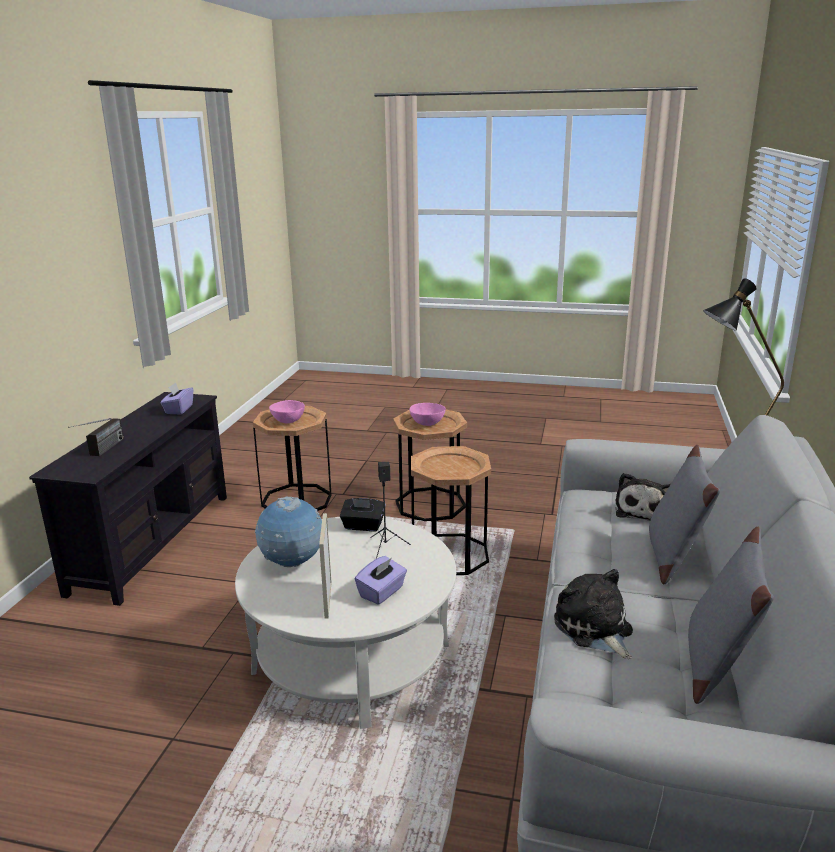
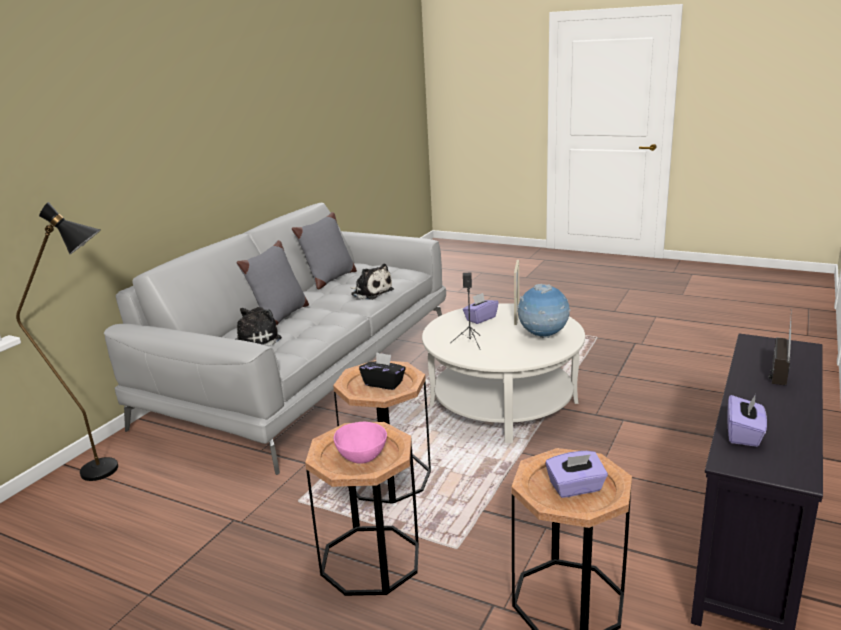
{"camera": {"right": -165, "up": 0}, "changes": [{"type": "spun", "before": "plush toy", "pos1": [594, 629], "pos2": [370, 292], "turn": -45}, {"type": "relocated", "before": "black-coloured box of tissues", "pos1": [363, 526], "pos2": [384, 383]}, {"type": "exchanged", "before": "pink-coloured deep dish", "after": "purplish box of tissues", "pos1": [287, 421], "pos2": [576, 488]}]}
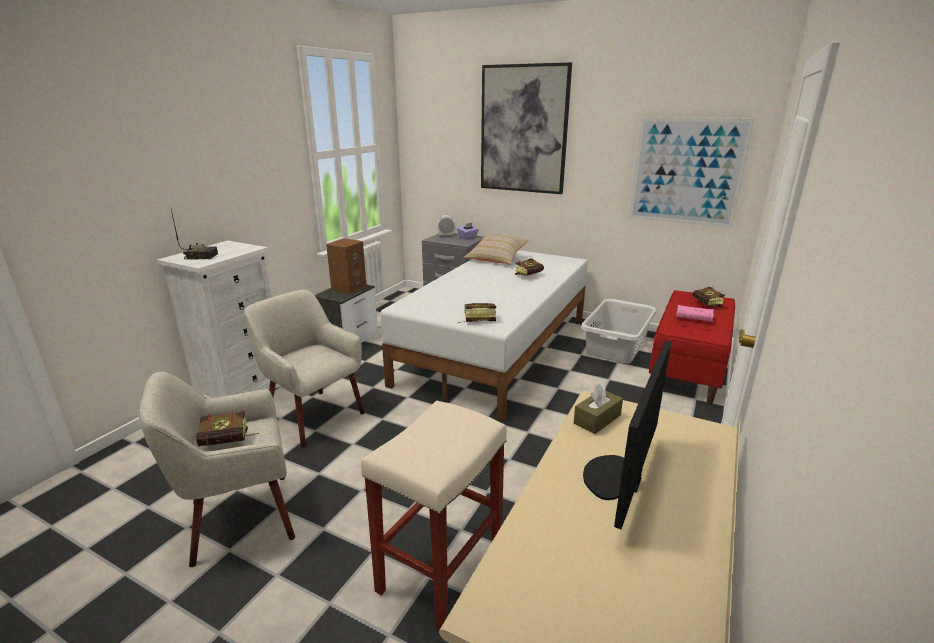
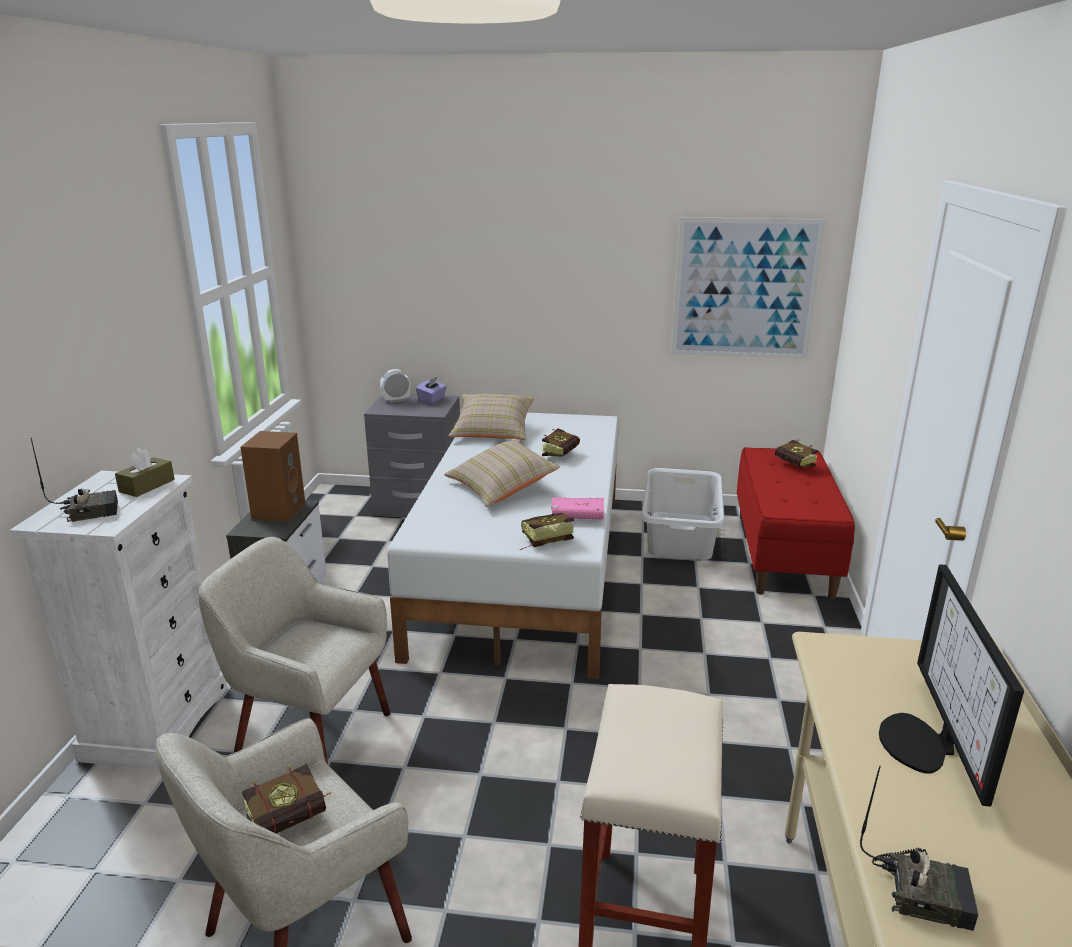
{"camera": {"right": -20, "up": 0}, "changes": [{"type": "relocated", "before": "brown box of tissues", "pos1": [597, 419], "pos2": [147, 486]}, {"type": "appeared", "after": "beige cushion", "pos2": [501, 488]}, {"type": "relocated", "before": "pink-coloured volume", "pos1": [693, 318], "pos2": [577, 516]}, {"type": "appeared", "after": "radio receiver", "pos2": [923, 892]}, {"type": "missing", "before": "wall art", "pos1": [523, 130]}]}
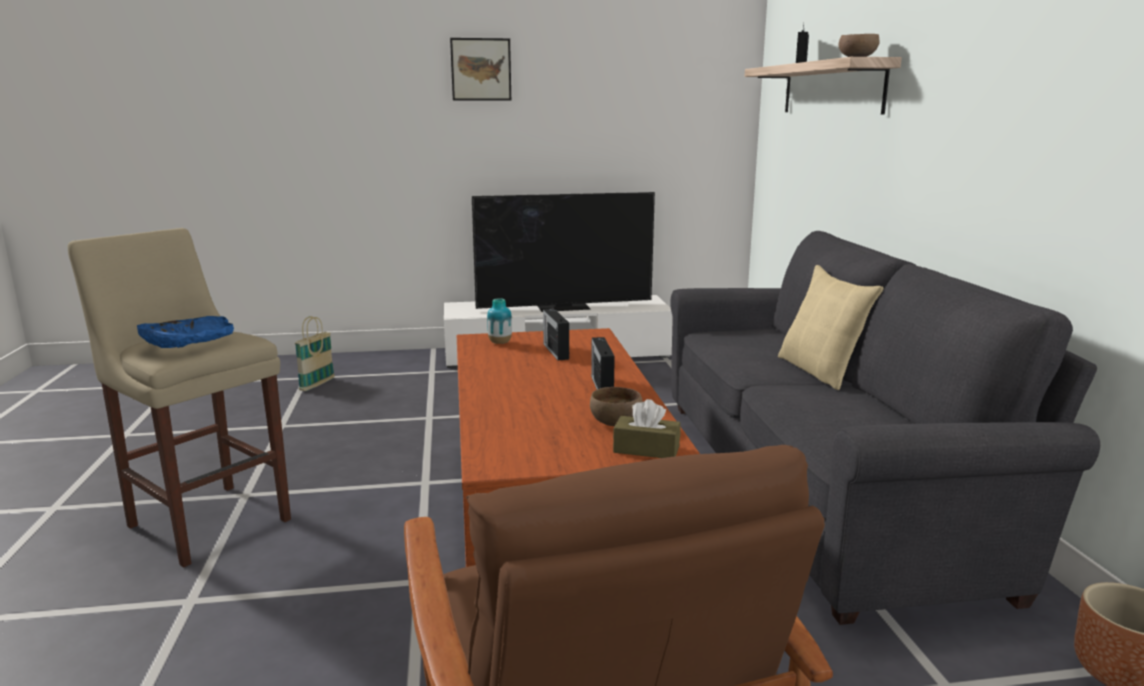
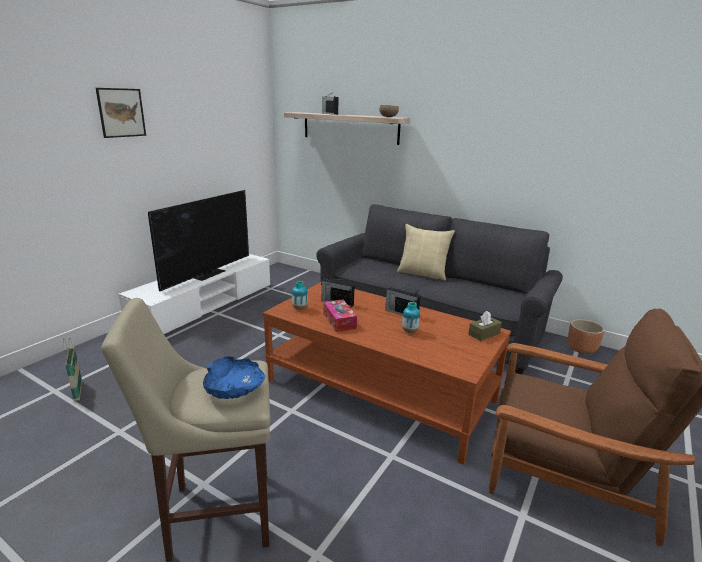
{"camera": {"right": -50, "up": 5}, "changes": [{"type": "appeared", "after": "box of tissues", "pos2": [339, 321]}, {"type": "appeared", "after": "decorative vase", "pos2": [410, 331]}, {"type": "missing", "before": "brown deep dish", "pos1": [615, 422]}]}
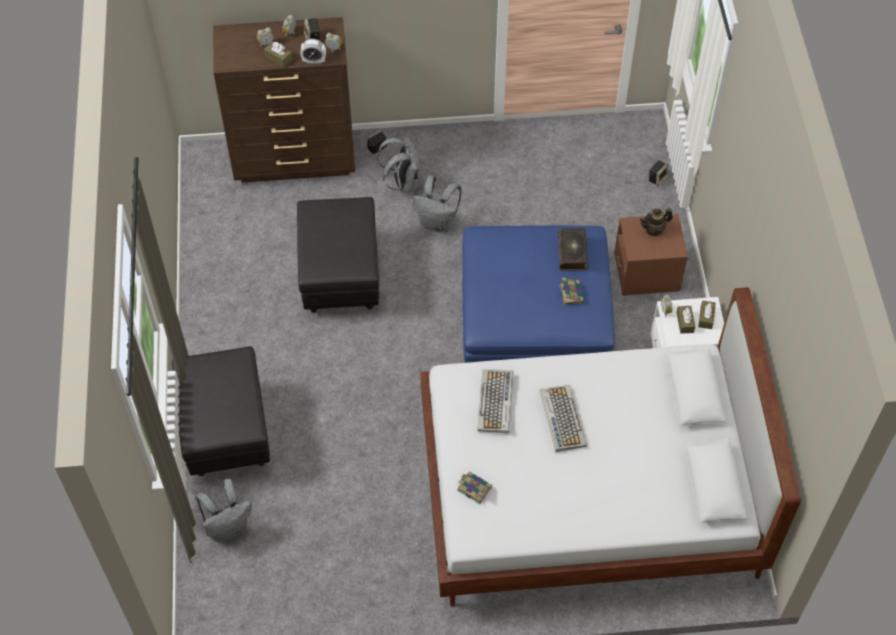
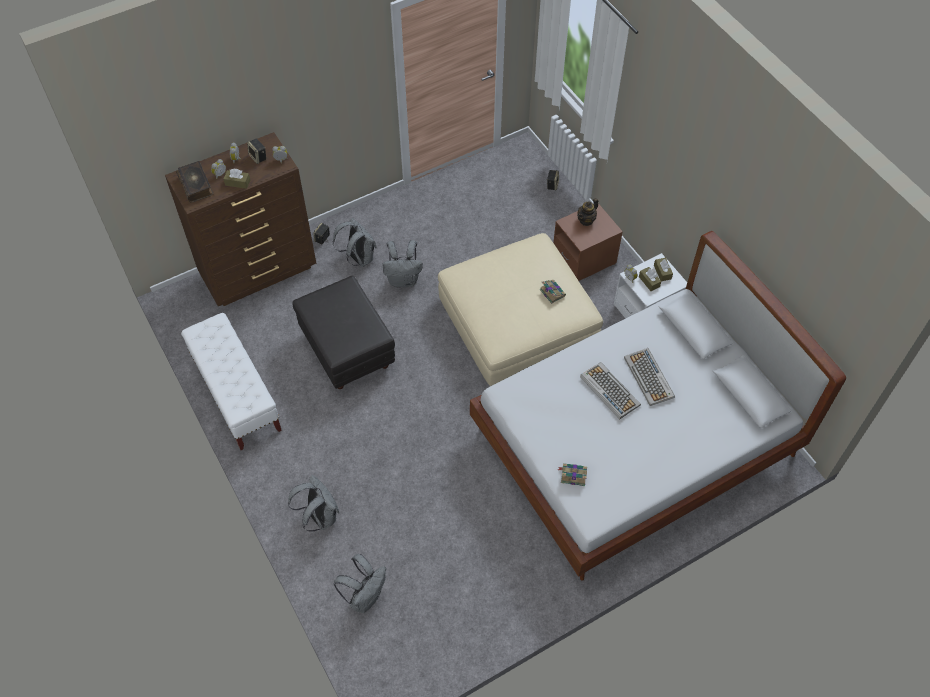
{"camera": {"right": -25, "up": 0}, "changes": [{"type": "relocated", "before": "volume", "pos1": [573, 253], "pos2": [196, 185]}, {"type": "appeared", "after": "white-coloured long seat", "pos2": [236, 395]}, {"type": "exchanged", "before": "black-coloured footrest", "after": "grey rucksack", "pos1": [225, 431], "pos2": [320, 516]}, {"type": "colour", "before": "blue-coloured footrest", "after": "beige footrest", "pos1": [534, 313], "pos2": [517, 321]}, {"type": "relocated", "before": "keyboard", "pos1": [496, 402], "pos2": [649, 378]}, {"type": "missing", "before": "table clock", "pos1": [314, 61]}]}
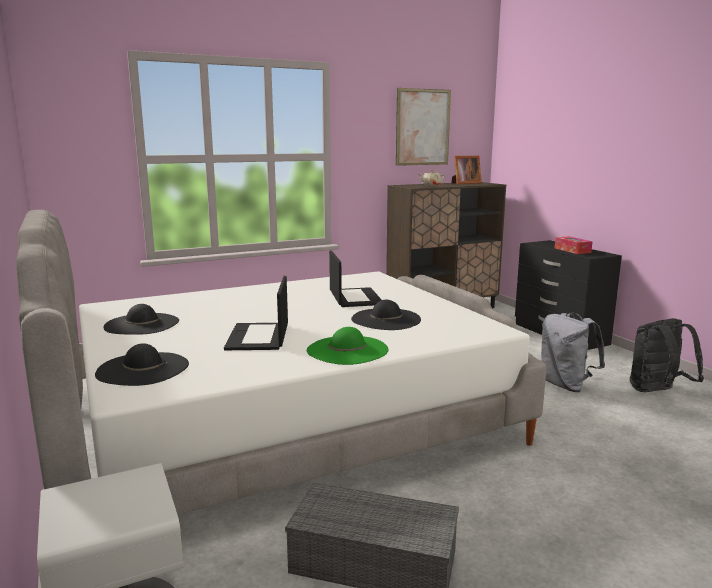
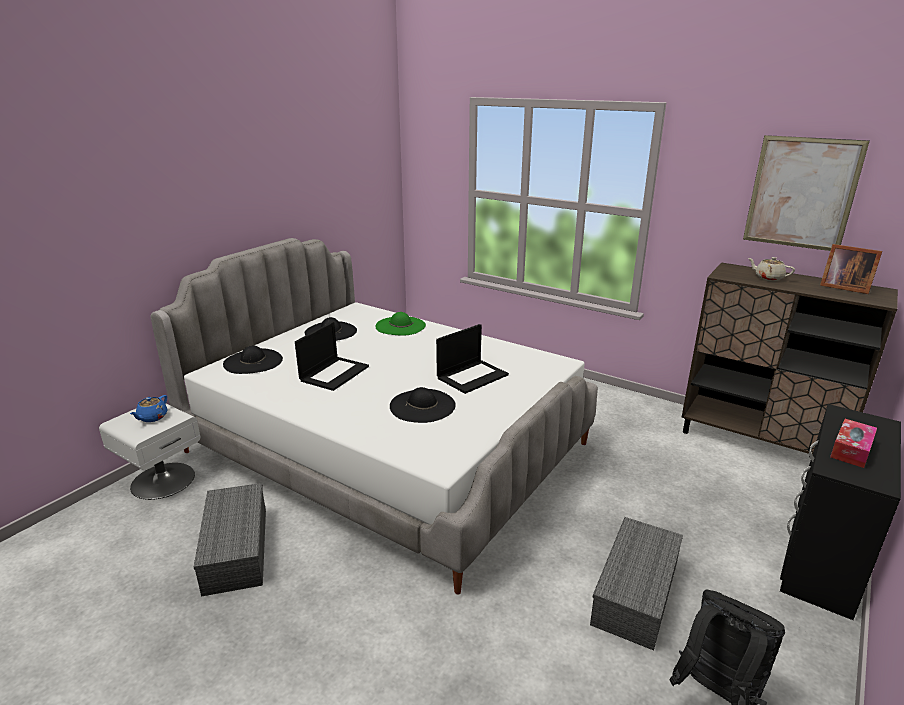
{"camera": {"right": 60, "up": 10}, "changes": [{"type": "appeared", "after": "blue-coloured tea pot", "pos2": [152, 417]}, {"type": "spun", "before": "laptop", "pos1": [259, 337], "pos2": [334, 373], "turn": 150}, {"type": "relocated", "before": "green wearable hat", "pos1": [347, 350], "pos2": [400, 326]}, {"type": "exchanged", "before": "grey rucksack", "after": "grey storage bin", "pos1": [565, 385], "pos2": [636, 595]}]}
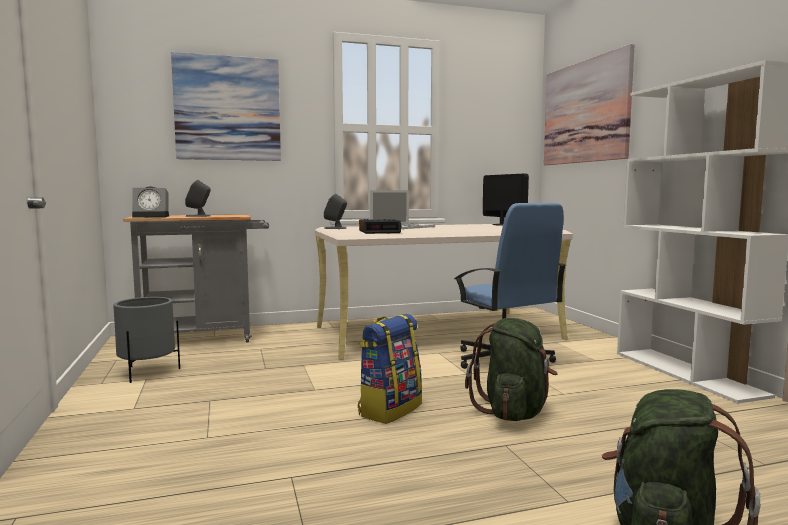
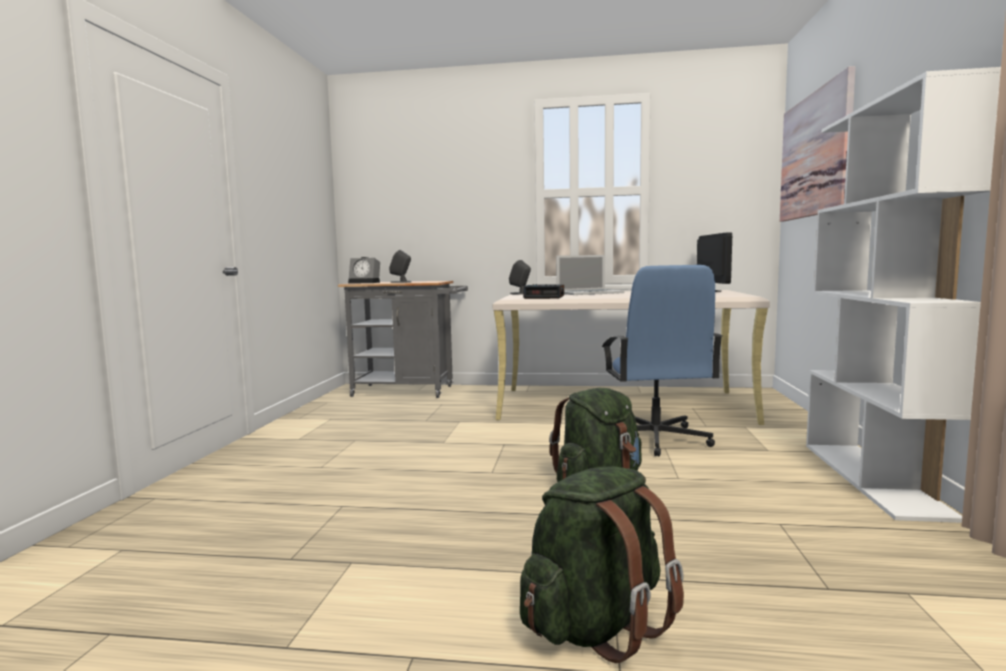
{"camera": {"right": 25, "up": 0}, "changes": [{"type": "missing", "before": "grey flower pot", "pos1": [147, 372]}, {"type": "missing", "before": "wall art", "pos1": [228, 108]}, {"type": "missing", "before": "rucksack", "pos1": [389, 409]}]}
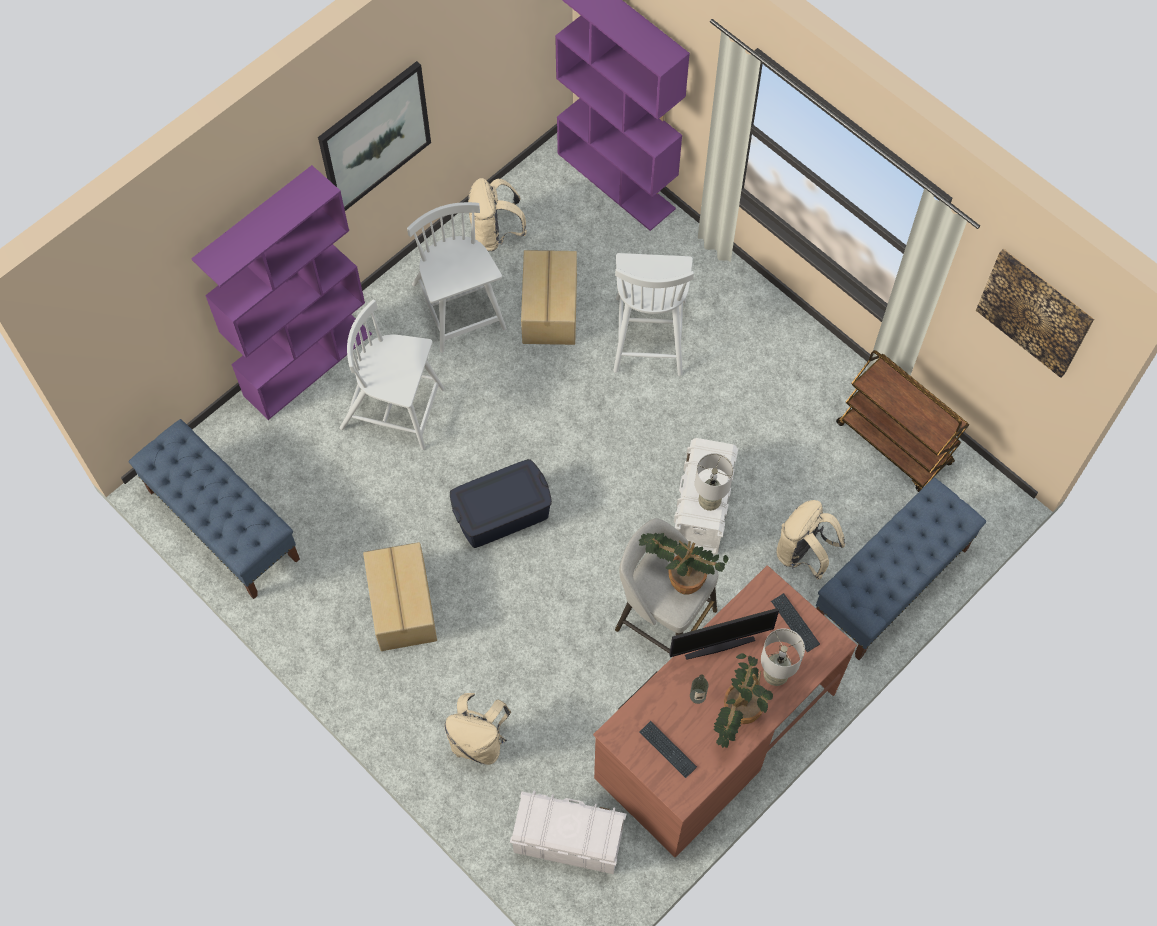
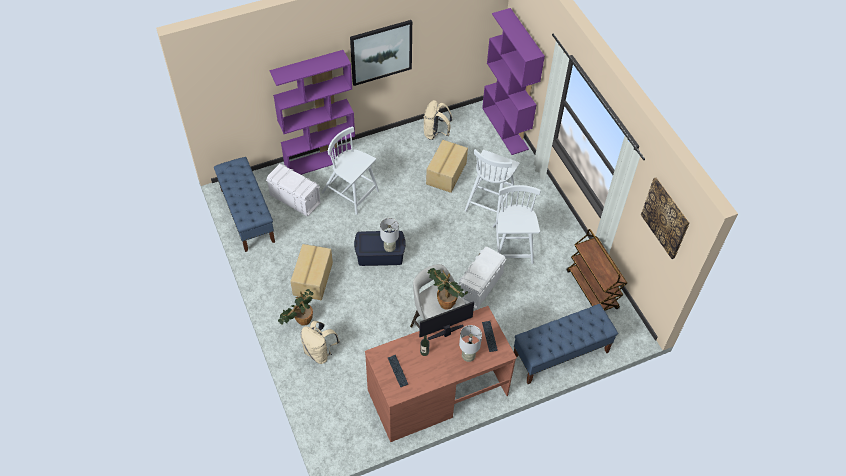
{"camera": {"right": 20, "up": -10}, "changes": [{"type": "relocated", "before": "white-coloured storage bin", "pos1": [568, 840], "pos2": [295, 199]}, {"type": "relocated", "before": "houseplant", "pos1": [736, 716], "pos2": [300, 321]}, {"type": "relocated", "before": "grey tabletop lamp", "pos1": [709, 501], "pos2": [389, 248]}, {"type": "spun", "before": "computer display", "pos1": [719, 645], "pos2": [446, 333], "turn": 150}, {"type": "relocated", "before": "white-coloured chair", "pos1": [459, 308], "pos2": [512, 245]}, {"type": "missing", "before": "beige rucksack", "pos1": [803, 554]}]}
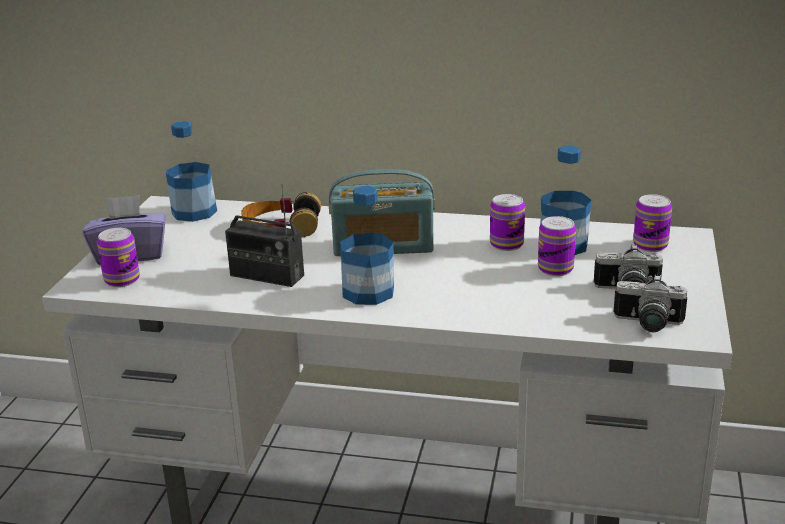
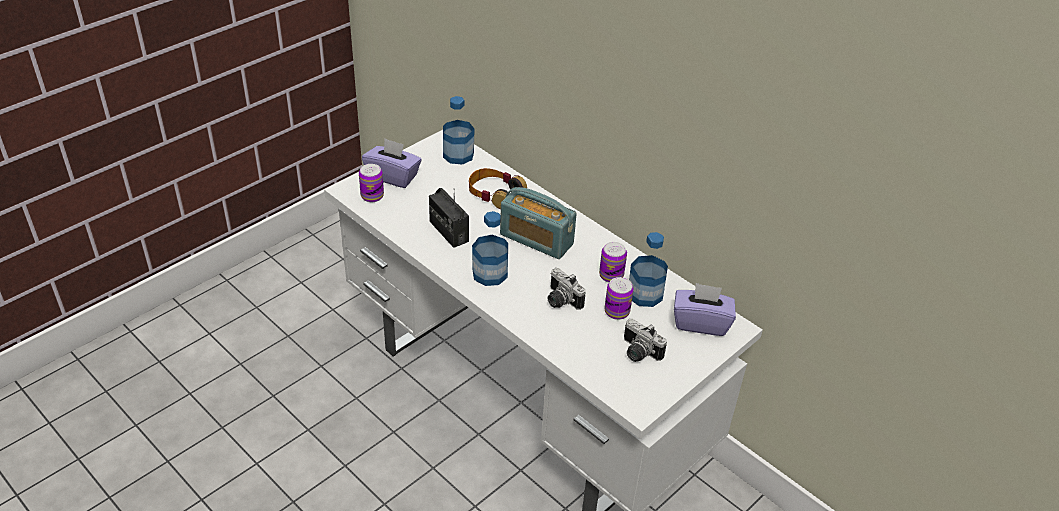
{"camera": {"right": 30, "up": 15}, "changes": [{"type": "relocated", "before": "photo camera", "pos1": [647, 324], "pos2": [560, 300]}, {"type": "exchanged", "before": "metal can", "after": "purplish box of tissues", "pos1": [650, 245], "pos2": [700, 323]}]}
